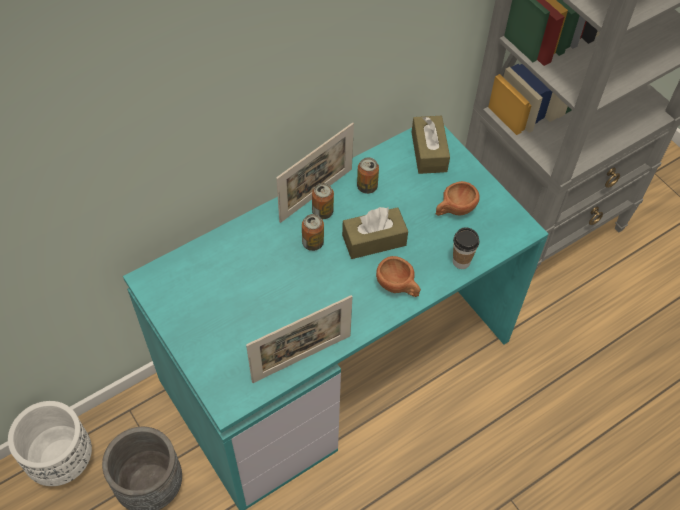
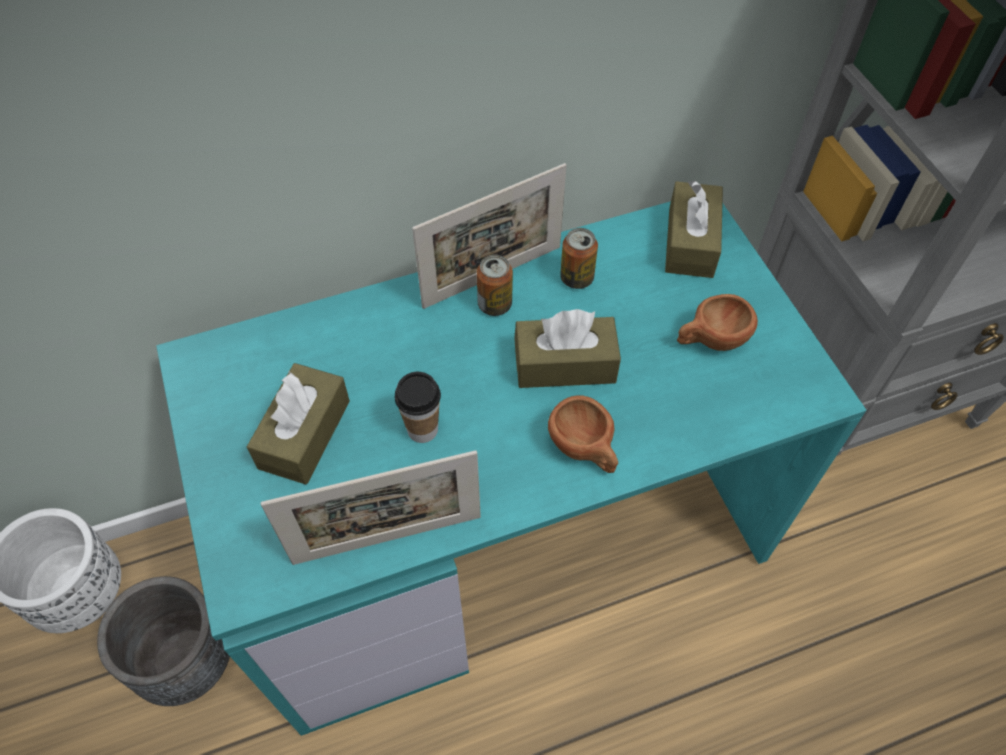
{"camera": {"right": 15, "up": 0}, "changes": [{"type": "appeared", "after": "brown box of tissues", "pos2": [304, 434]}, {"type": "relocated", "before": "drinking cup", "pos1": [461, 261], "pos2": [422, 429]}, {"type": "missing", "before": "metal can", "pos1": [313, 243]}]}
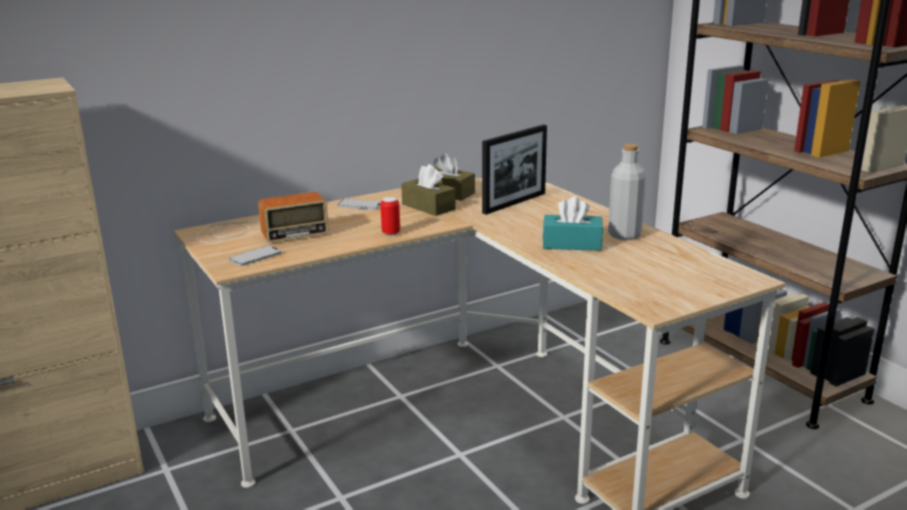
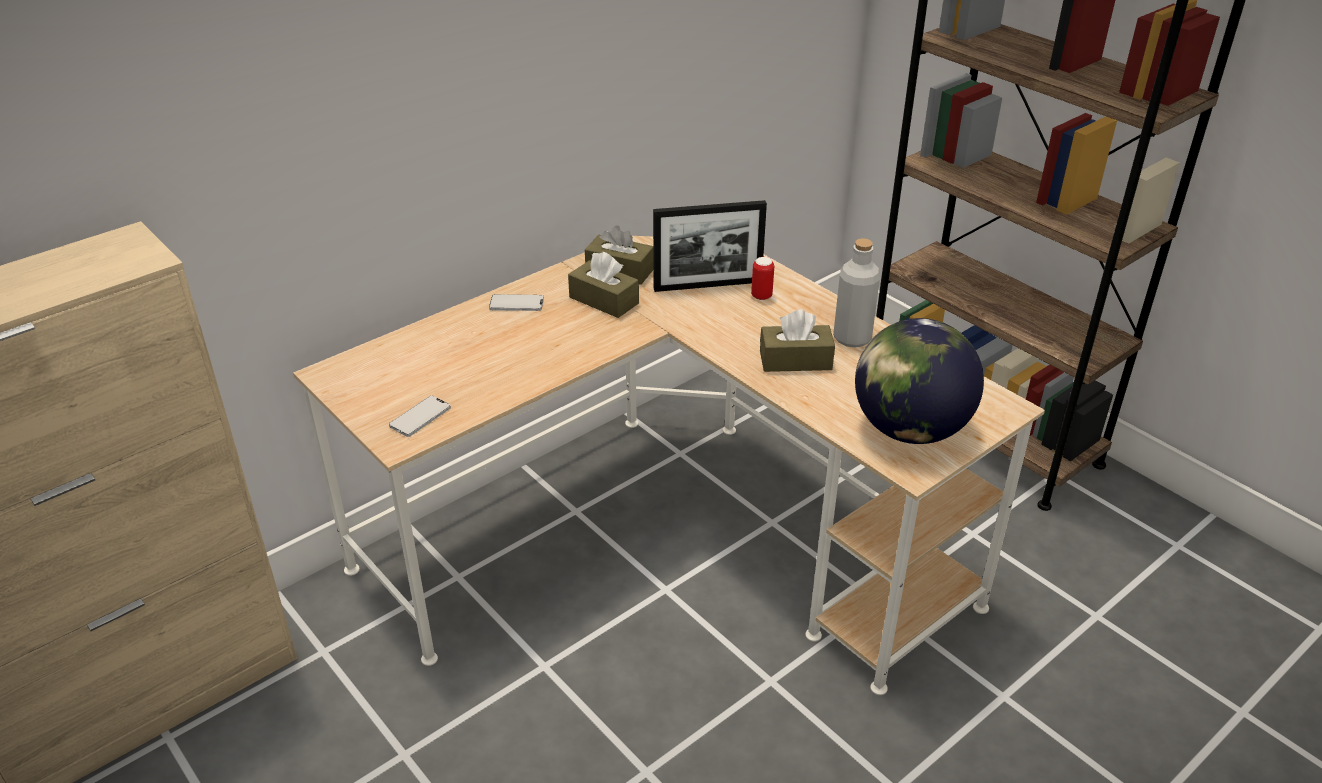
{"camera": {"right": -10, "up": 15}, "changes": [{"type": "spun", "before": "photo frame", "pos1": [514, 203], "pos2": [707, 285], "turn": 45}, {"type": "relocated", "before": "metal can", "pos1": [391, 233], "pos2": [761, 296]}, {"type": "colour", "before": "blue-green box of tissues", "after": "brown box of tissues", "pos1": [572, 244], "pos2": [795, 360]}, {"type": "appeared", "after": "globe", "pos2": [909, 429]}, {"type": "missing", "before": "radio receiver", "pos1": [258, 232]}]}
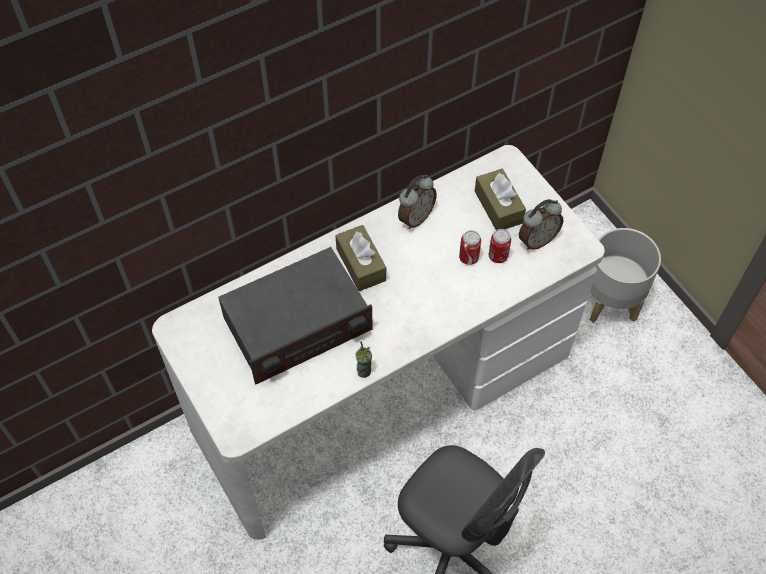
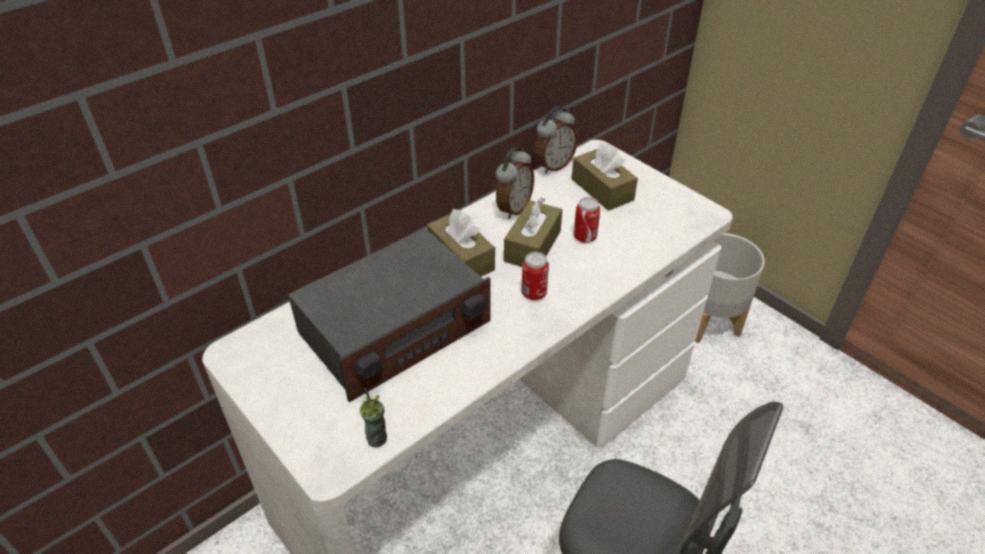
{"camera": {"right": -10, "up": -15}, "changes": [{"type": "relocated", "before": "drinking cup", "pos1": [364, 370], "pos2": [377, 438]}, {"type": "appeared", "after": "brown box of tissues", "pos2": [532, 246]}, {"type": "relocated", "before": "metal can", "pos1": [498, 256], "pos2": [534, 293]}, {"type": "relocated", "before": "table clock", "pos1": [537, 240], "pos2": [553, 165]}]}
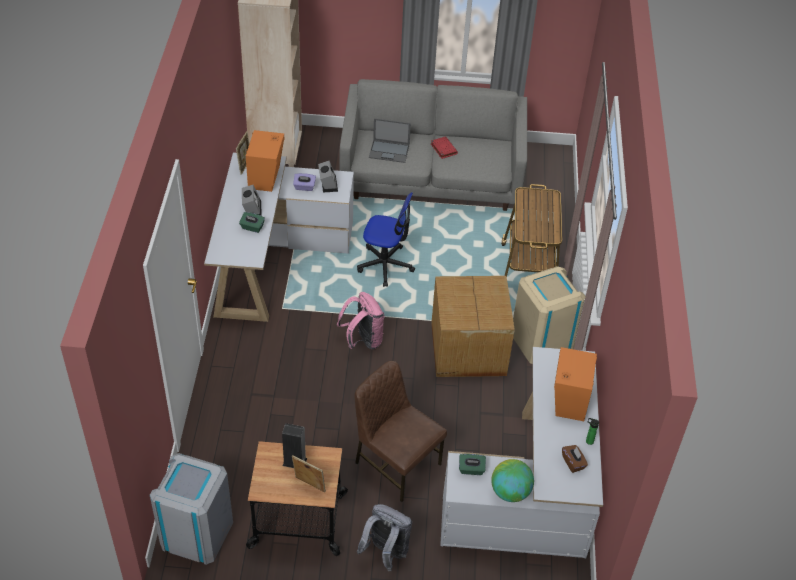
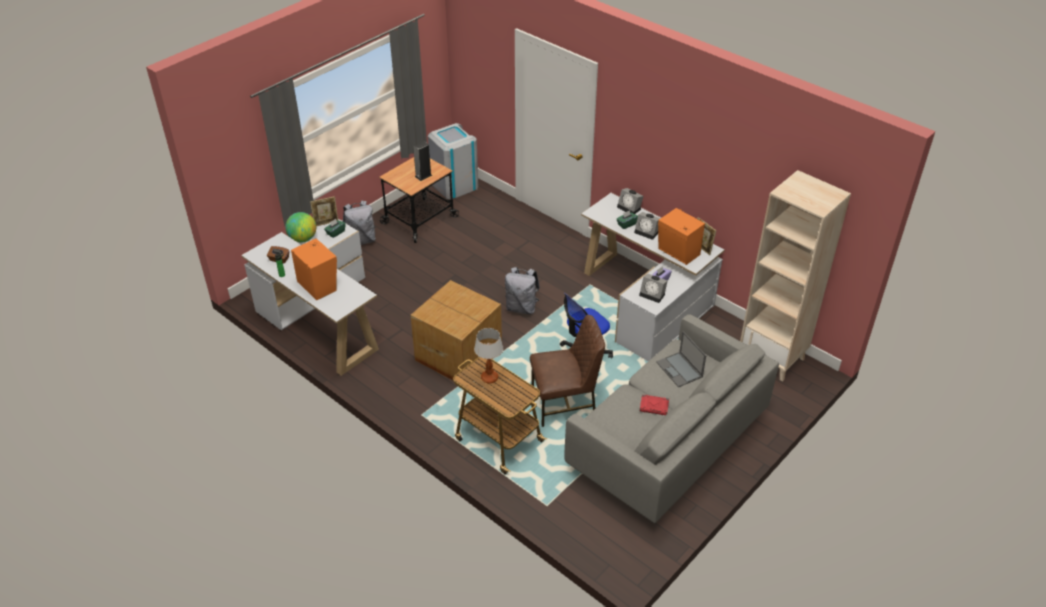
{"camera": {"right": 130, "up": -5}, "changes": [{"type": "relocated", "before": "photo frame", "pos1": [309, 485], "pos2": [326, 223]}, {"type": "appeared", "after": "tabletop lamp", "pos2": [489, 378]}, {"type": "colour", "before": "pink-coloured rucksack", "after": "grey rucksack", "pos1": [363, 340], "pos2": [521, 308]}, {"type": "relocated", "before": "brown chair", "pos1": [396, 463], "pos2": [565, 404]}, {"type": "appeared", "after": "table clock", "pos2": [630, 208]}, {"type": "spun", "before": "laptop", "pos1": [389, 151], "pos2": [679, 370], "turn": -75}, {"type": "missing", "before": "beige waste bin", "pos1": [541, 341]}]}
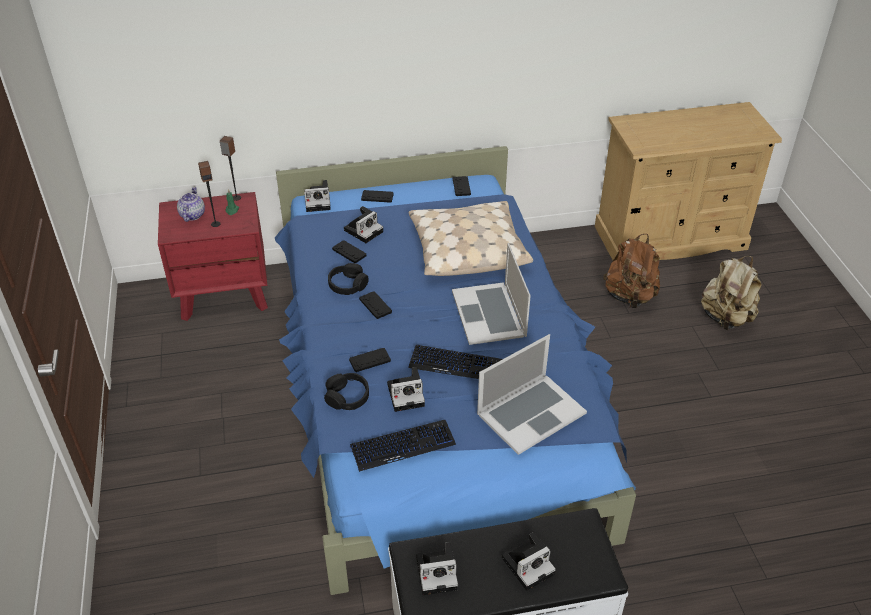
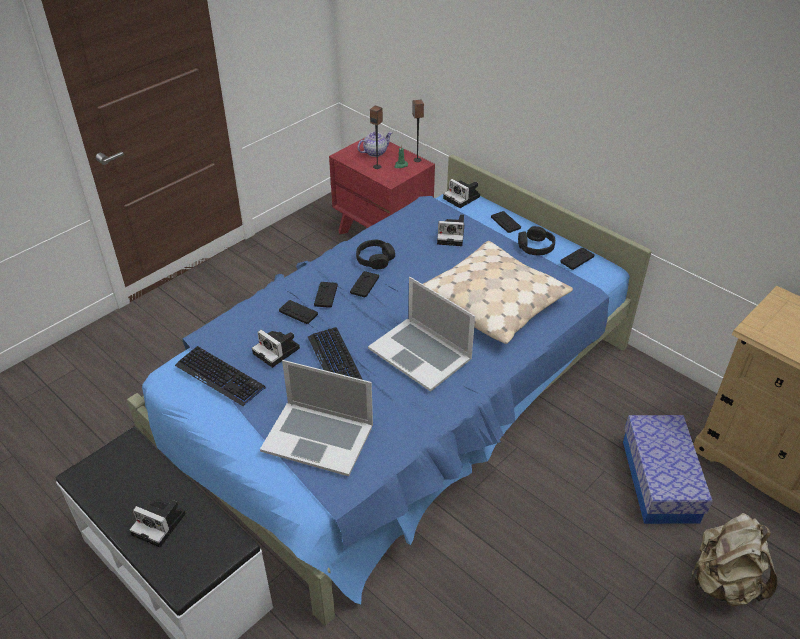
{"camera": {"right": 55, "up": 0}, "changes": [{"type": "relocated", "before": "black-coloured joypad", "pos1": [349, 252], "pos2": [326, 295]}, {"type": "spun", "before": "laptop", "pos1": [489, 313], "pos2": [420, 353], "turn": -90}, {"type": "relocated", "before": "black-coloured headphones", "pos1": [347, 397], "pos2": [535, 247]}, {"type": "exchanged", "before": "brown rucksack", "after": "storage bin", "pos1": [629, 296], "pos2": [659, 481]}, {"type": "missing", "before": "photo camera", "pos1": [438, 572]}]}
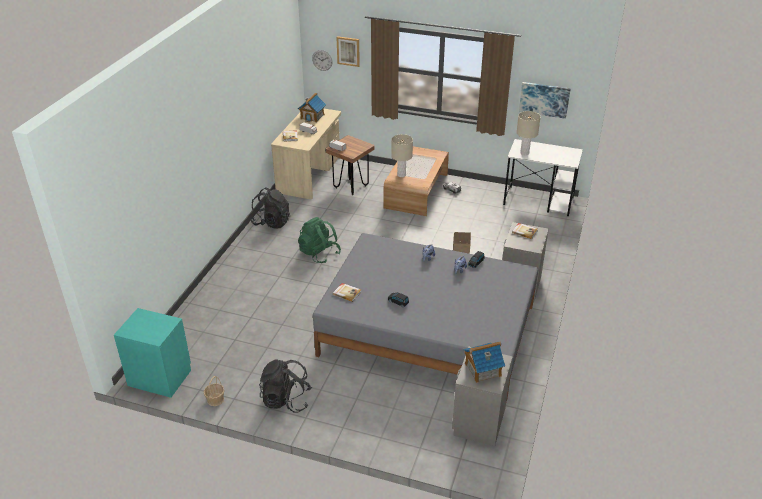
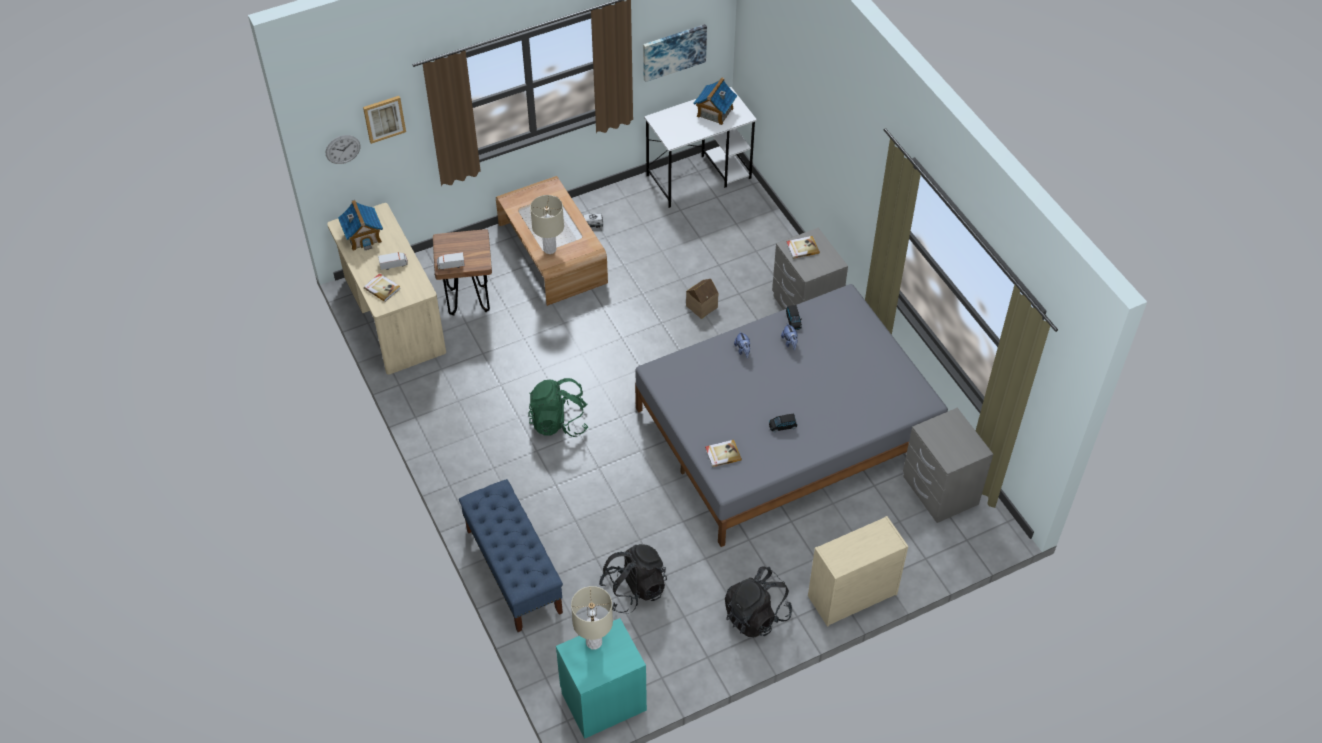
{"camera": {"right": -45, "up": 15}, "changes": [{"type": "appeared", "after": "blue-coloured long seat", "pos2": [513, 571]}, {"type": "relocated", "before": "beige tabletop lamp", "pos1": [524, 153], "pos2": [593, 642]}, {"type": "relocated", "before": "black-coloured rucksack", "pos1": [271, 222], "pos2": [634, 589]}, {"type": "relocated", "before": "model house", "pos1": [482, 369], "pos2": [714, 112]}, {"type": "appeared", "after": "beige drawer chest", "pos2": [851, 596]}, {"type": "missing", "before": "storage basket", "pos1": [215, 400]}]}
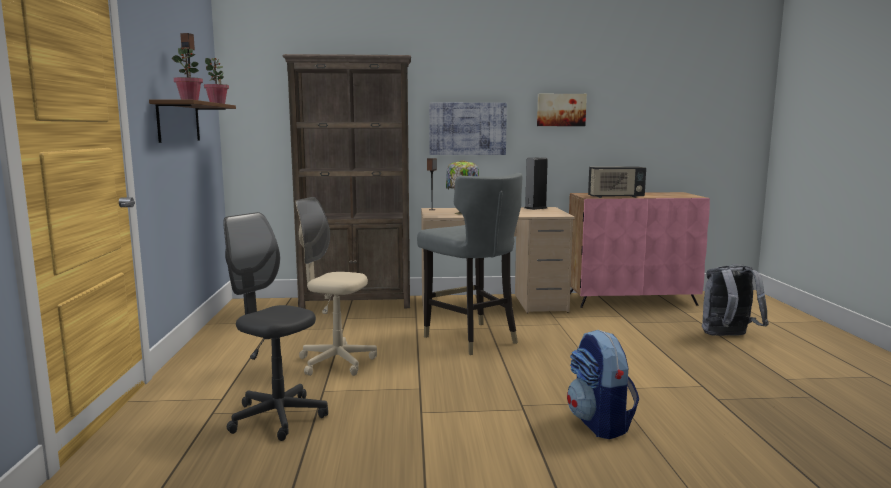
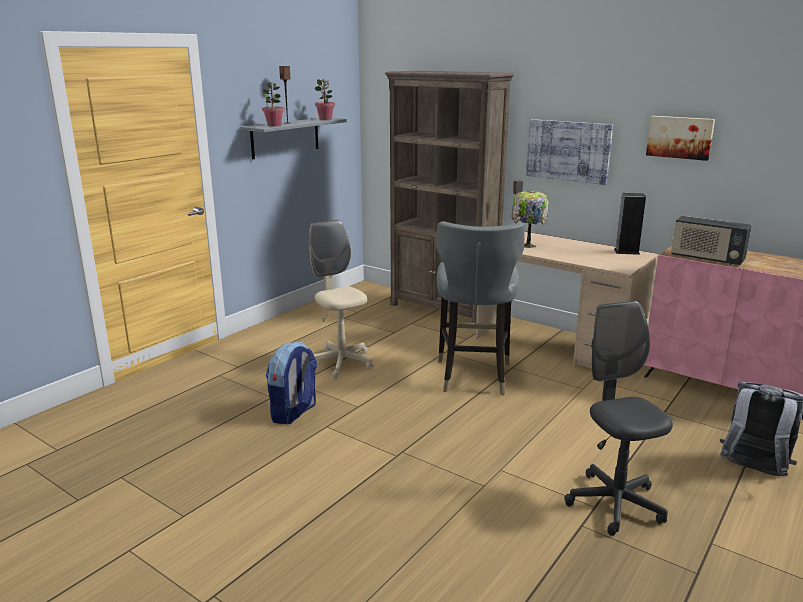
{"camera": {"right": 40, "up": 10}, "changes": [{"type": "colour", "before": "brown bracket shelf", "after": "grey bracket shelf", "pos1": [178, 122], "pos2": [285, 137]}, {"type": "relocated", "before": "rucksack", "pos1": [599, 423], "pos2": [294, 413]}, {"type": "relocated", "before": "grey office chair", "pos1": [277, 417], "pos2": [614, 504]}]}
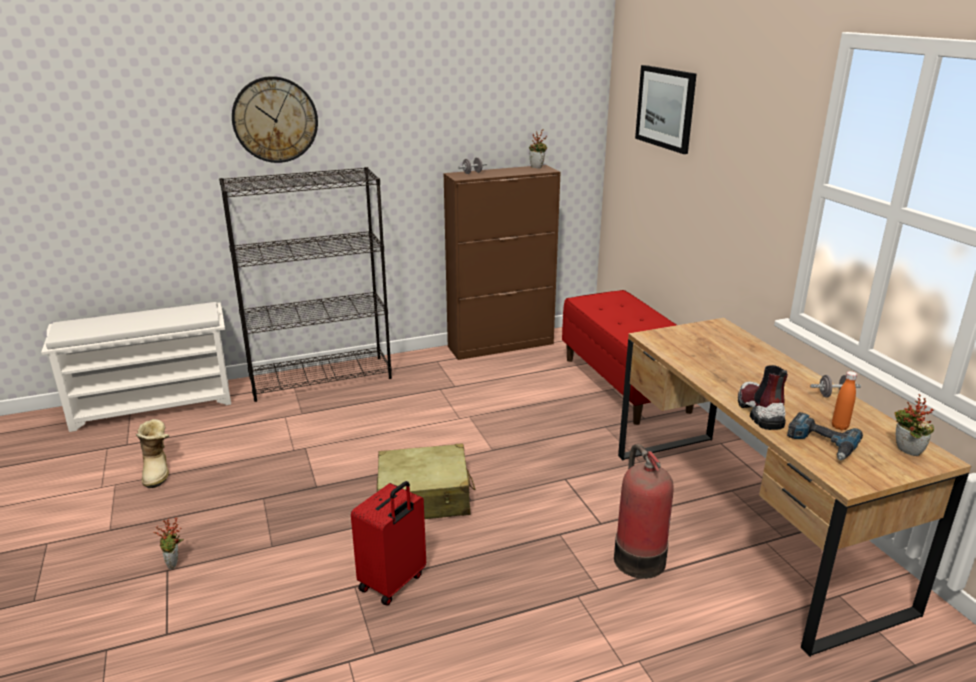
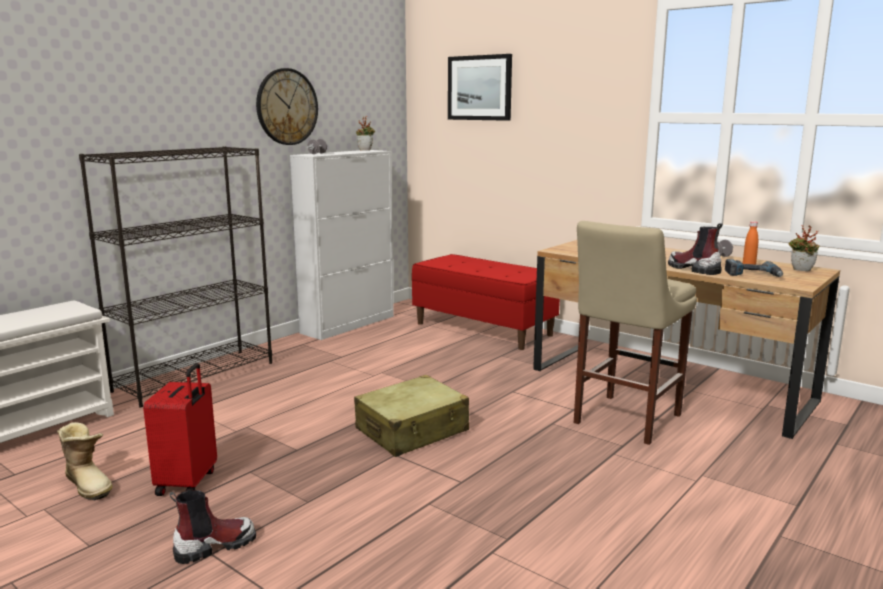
{"camera": {"right": -30, "up": -10}, "changes": [{"type": "relocated", "before": "reddish travel case", "pos1": [393, 583], "pos2": [188, 482]}, {"type": "exchanged", "before": "houseplant", "after": "tall boot", "pos1": [175, 564], "pos2": [214, 546]}, {"type": "relocated", "before": "clock on the wall", "pos1": [275, 120], "pos2": [287, 107]}, {"type": "colour", "before": "brown cupboard", "after": "white-coloured cupboard", "pos1": [501, 345], "pos2": [349, 324]}, {"type": "exchanged", "before": "extinguisher", "after": "beige stool seat", "pos1": [637, 557], "pos2": [624, 420]}]}
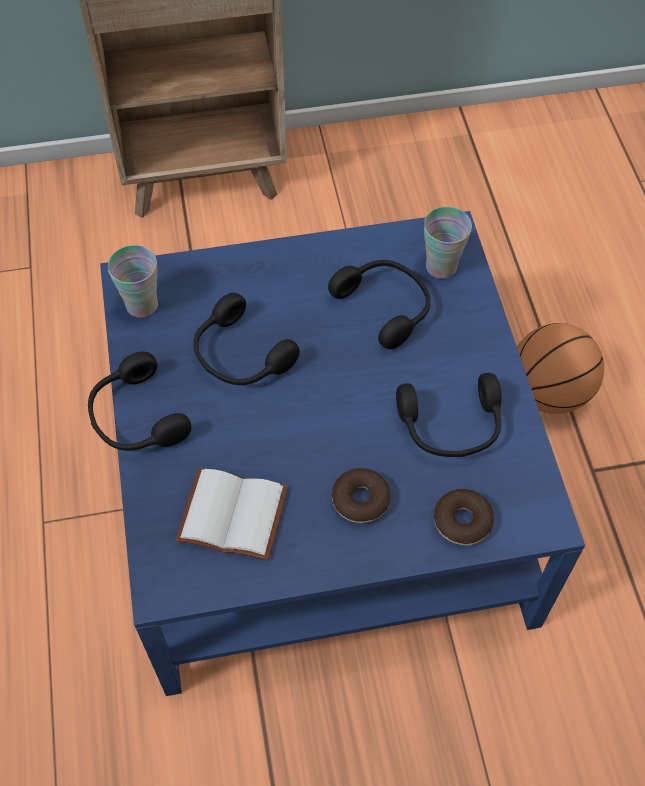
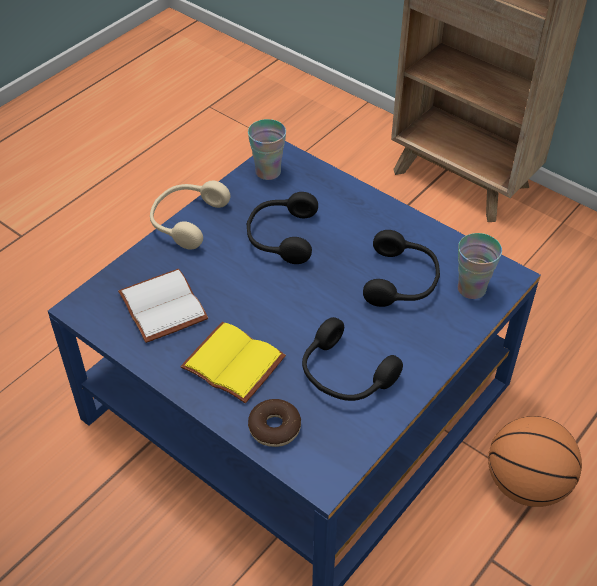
{"camera": {"right": 50, "up": -10}, "changes": [{"type": "colour", "before": "black-coloured headphones", "after": "beige headphones", "pos1": [135, 417], "pos2": [186, 220]}, {"type": "exchanged", "before": "ring doughnut", "after": "yellowish volume", "pos1": [360, 500], "pos2": [236, 362]}]}
